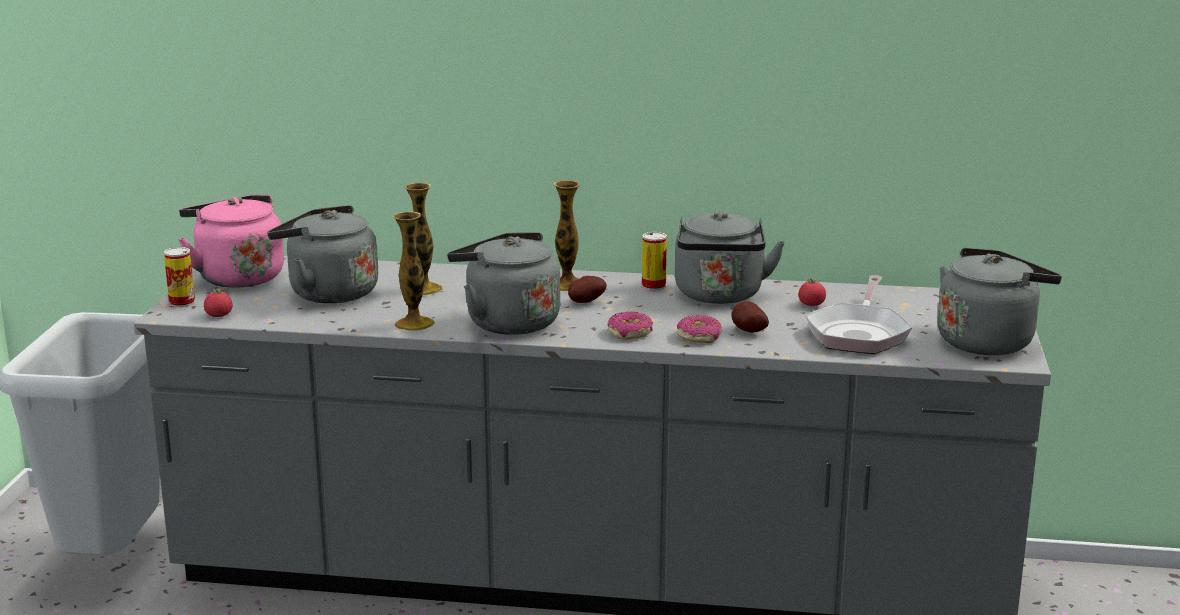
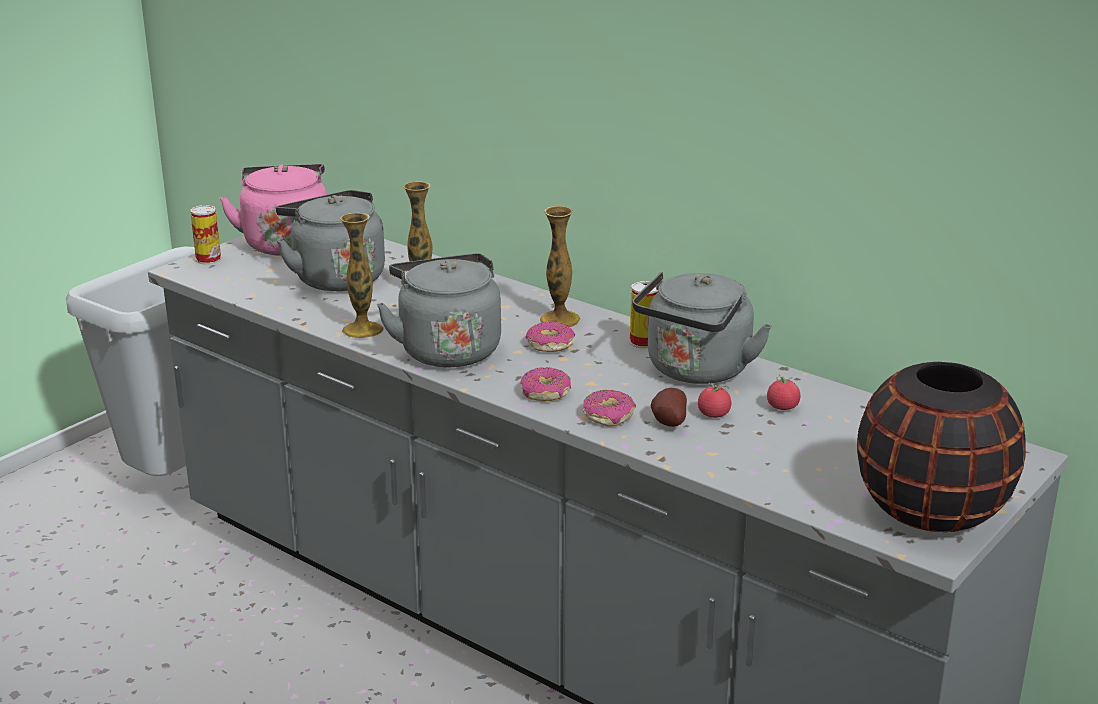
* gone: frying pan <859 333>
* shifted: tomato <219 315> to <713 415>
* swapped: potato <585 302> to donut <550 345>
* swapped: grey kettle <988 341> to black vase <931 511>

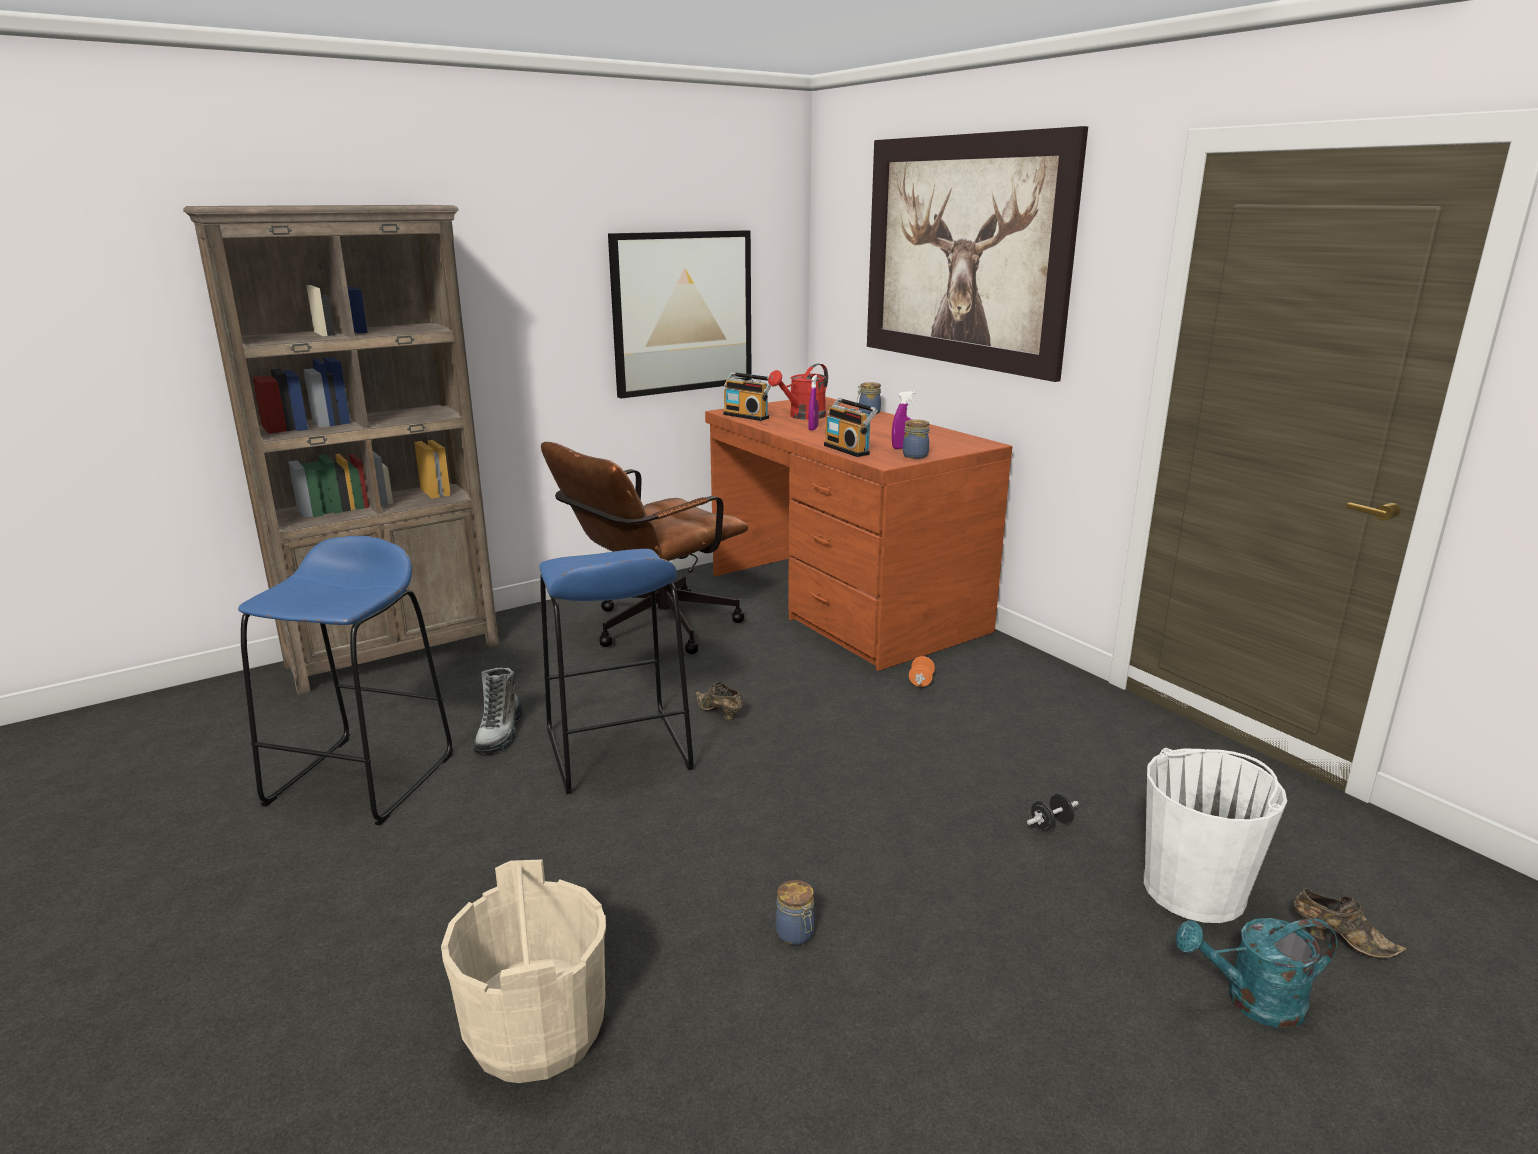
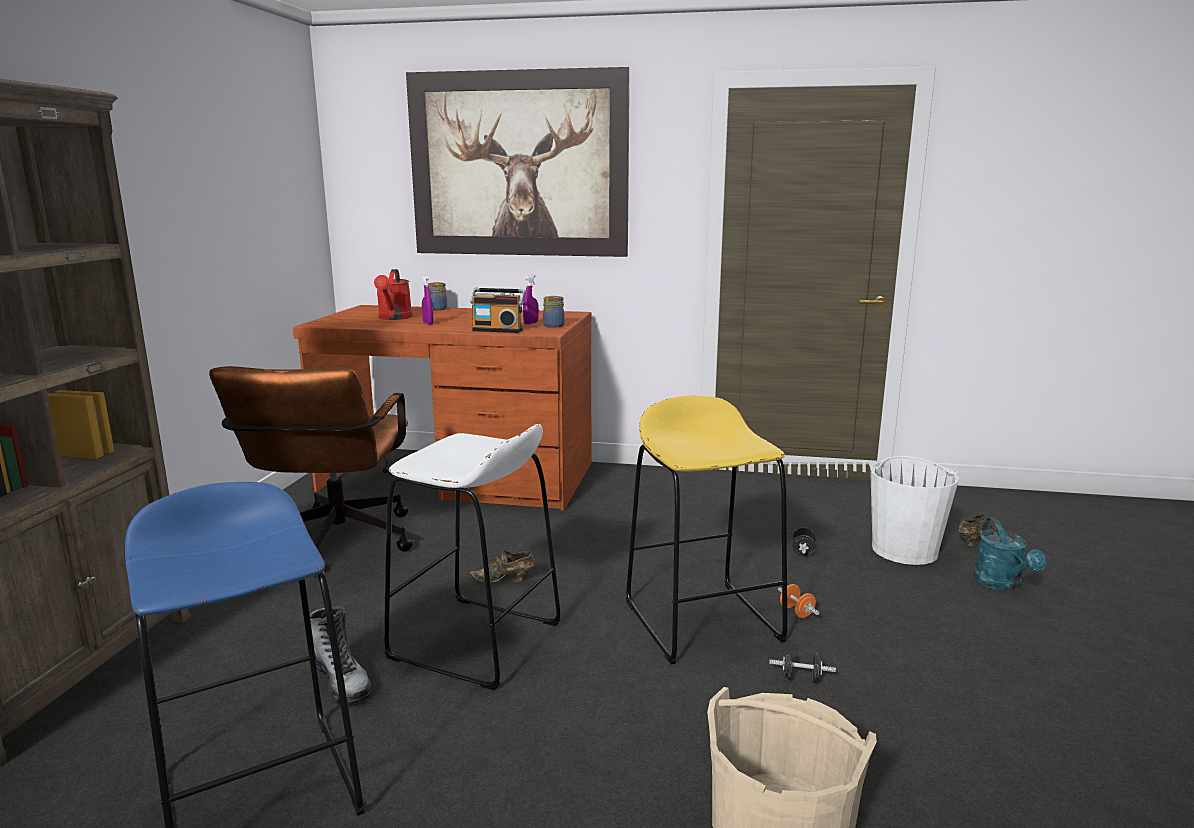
* gone: picture <682 312>
* gone: radio <747 416>
* new: yellow stool <702 621>
* shifted: orange dumbbell <921 682> to <796 612>
* swapped: jar <796 934> to black dumbbell <801 678>
* repainted: blue stool <617 751> to white stool <476 641>
* rotated: turquoise watering can <1252 1002> = <1002 585> 45 degrees counterclockwise

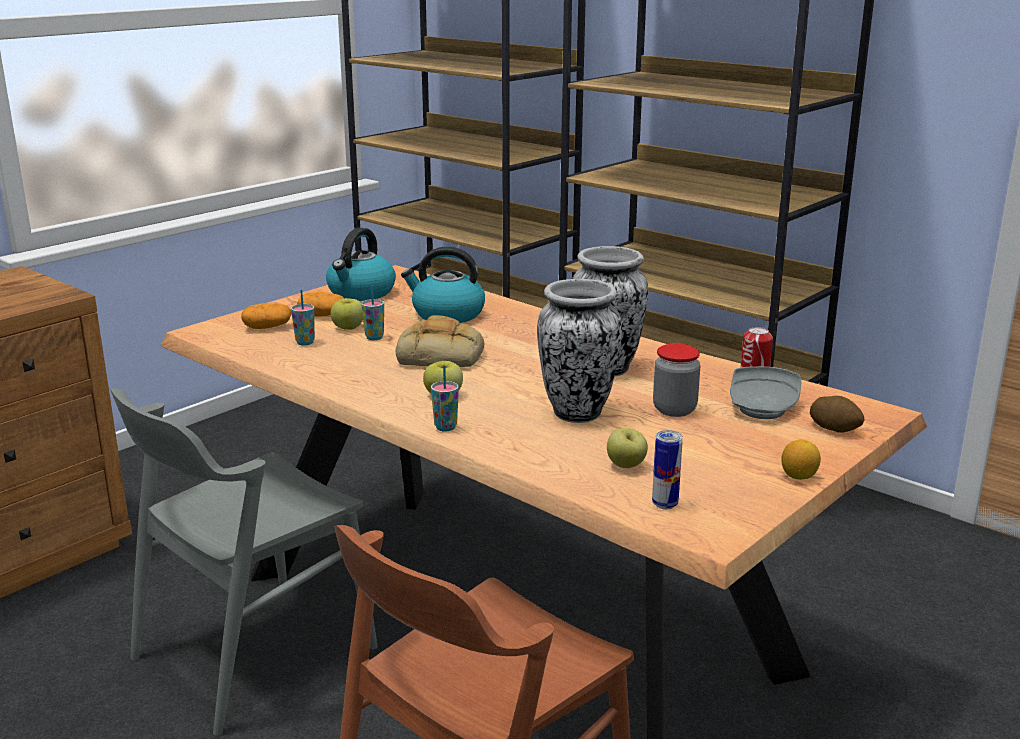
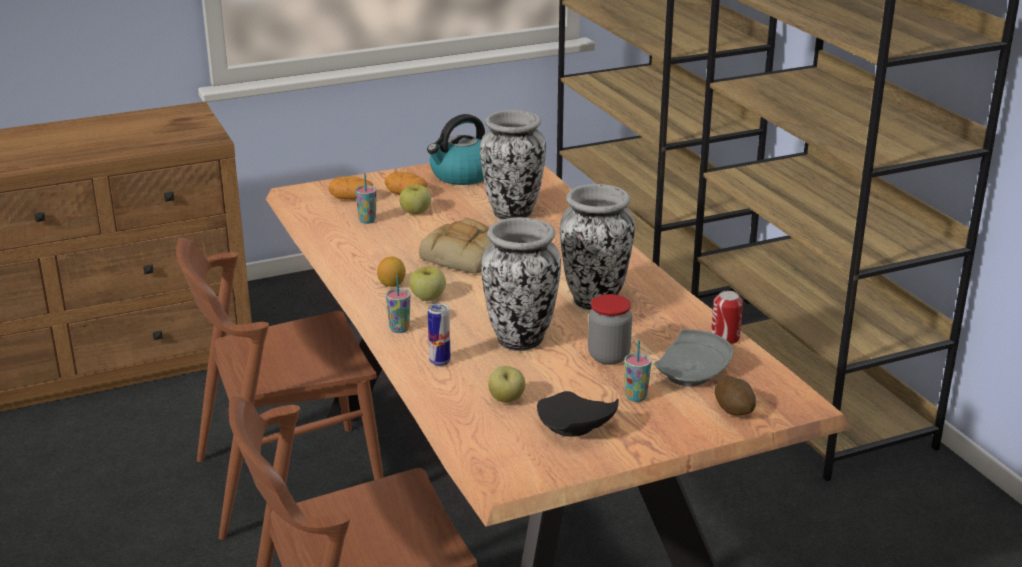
* new: black plate <575 428>
* shifted: cup <374 337> to <636 397>
* shifted: can <664 504> to <440 362>
* shifted: lemon <798 476> to <392 284>
* swapped: kettle <447 314> to vase <513 213>
* repainted: grey chair <253 652> to brown chair <288 480>

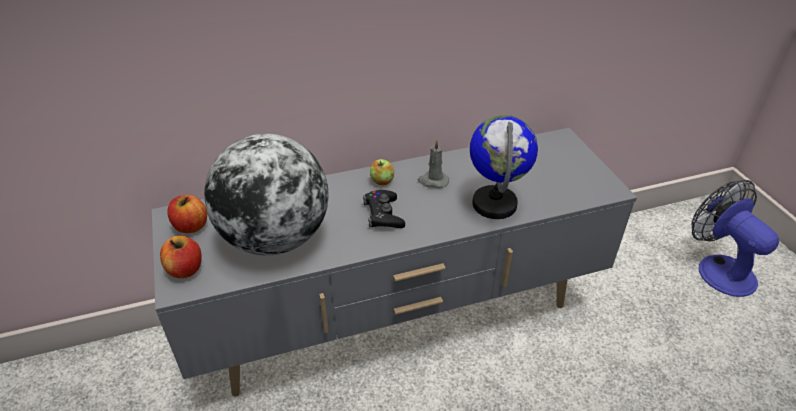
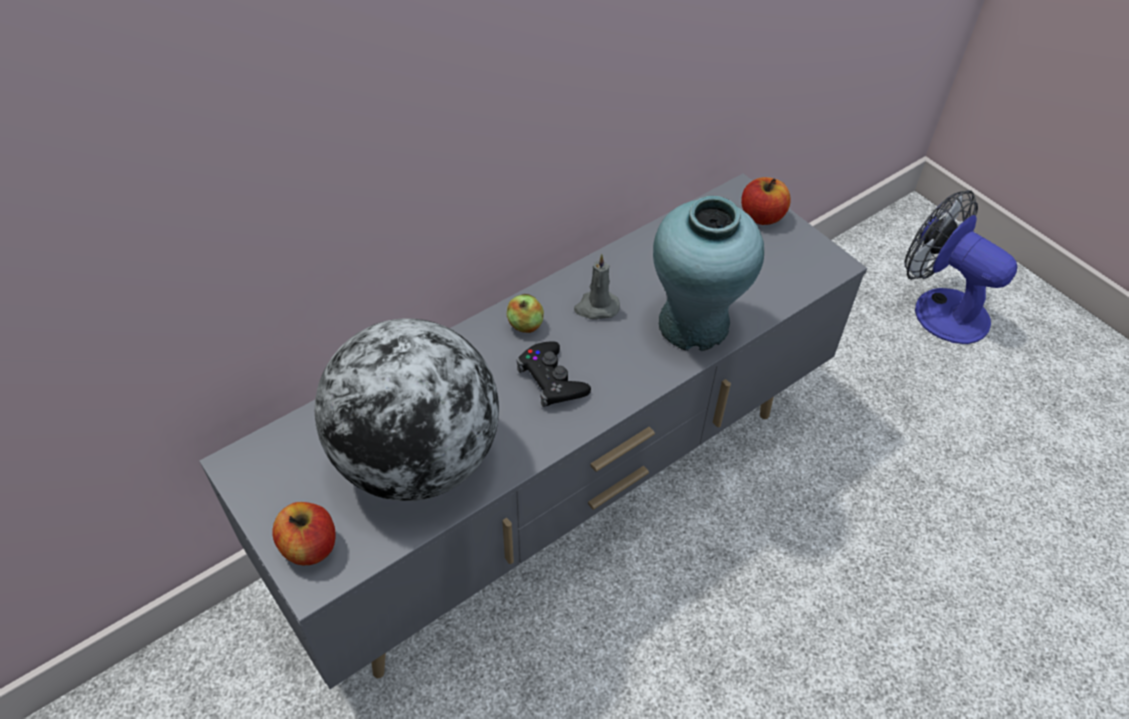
* shifted: apple <191 226> to <762 216>
* swapped: globe <495 204> to turquoise vase <694 324>

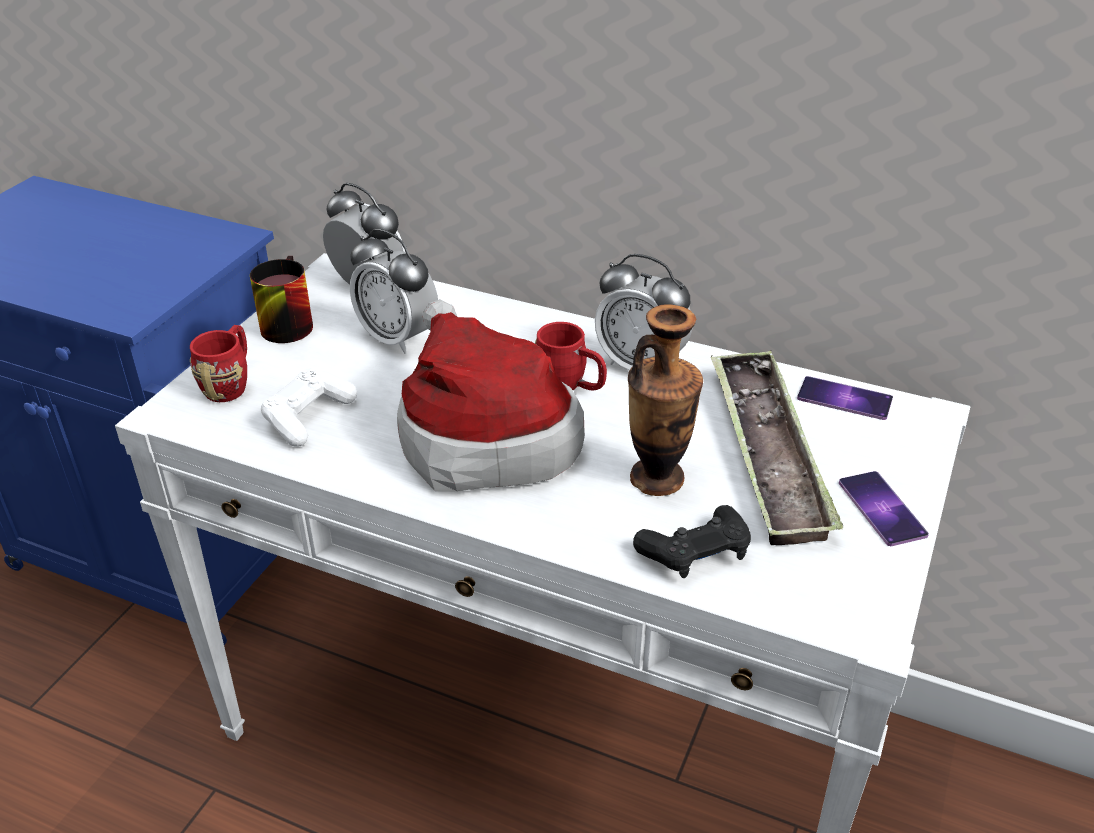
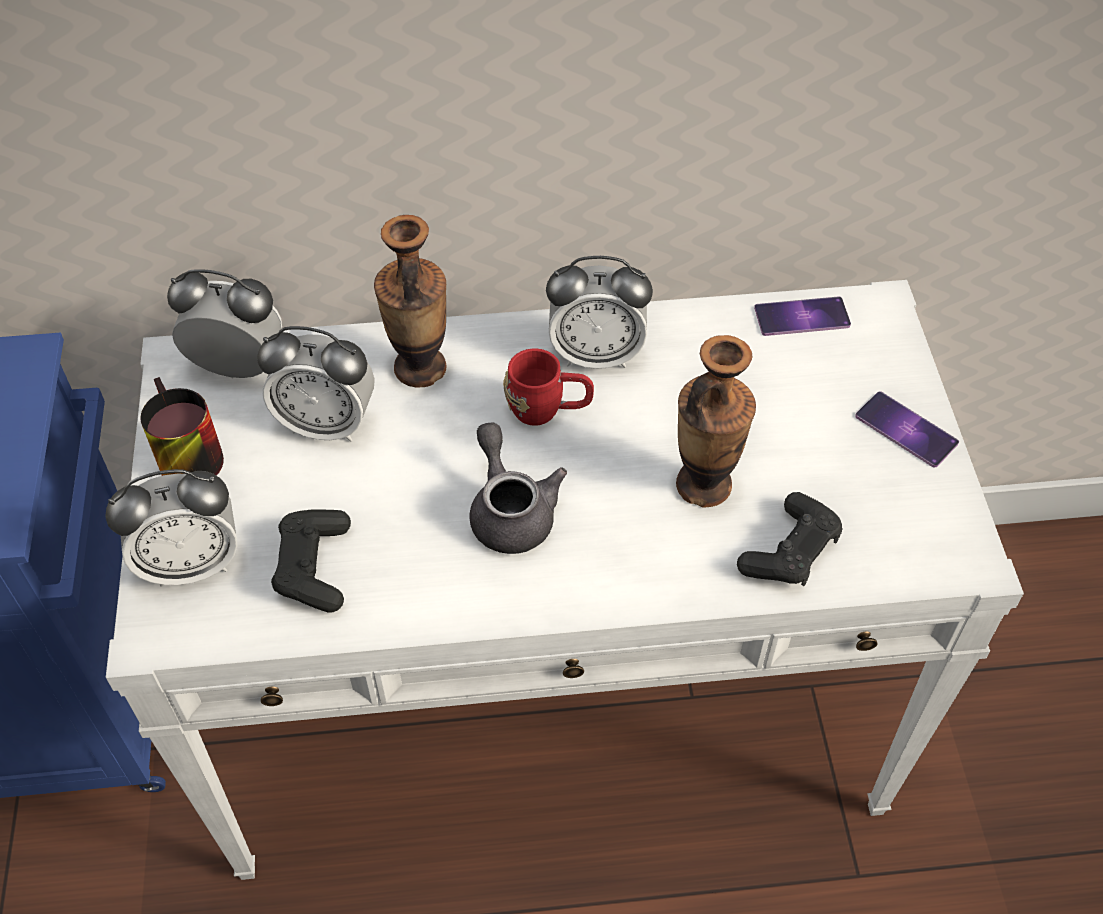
* gone: tray <767 453>
* new: vase <420 368>
* swapped: red mug <230 383> to alarm clock <191 563>
* swapped: hat <483 437> to grey teapot <510 510>
* repainted: white game controller <308 416> to black game controller <314 567>

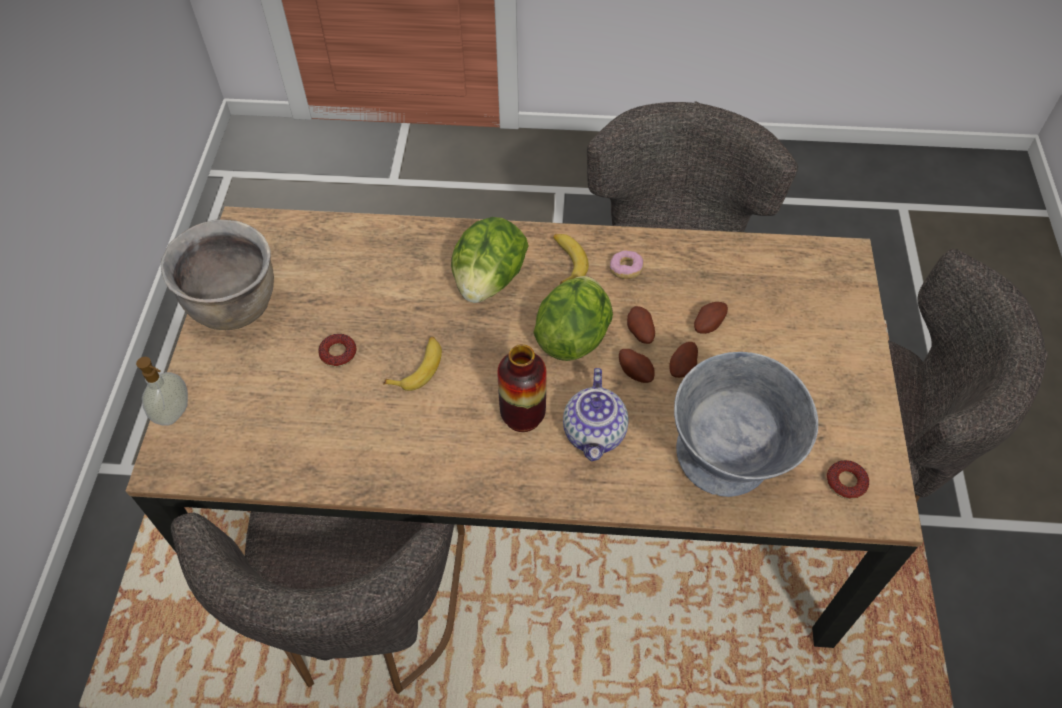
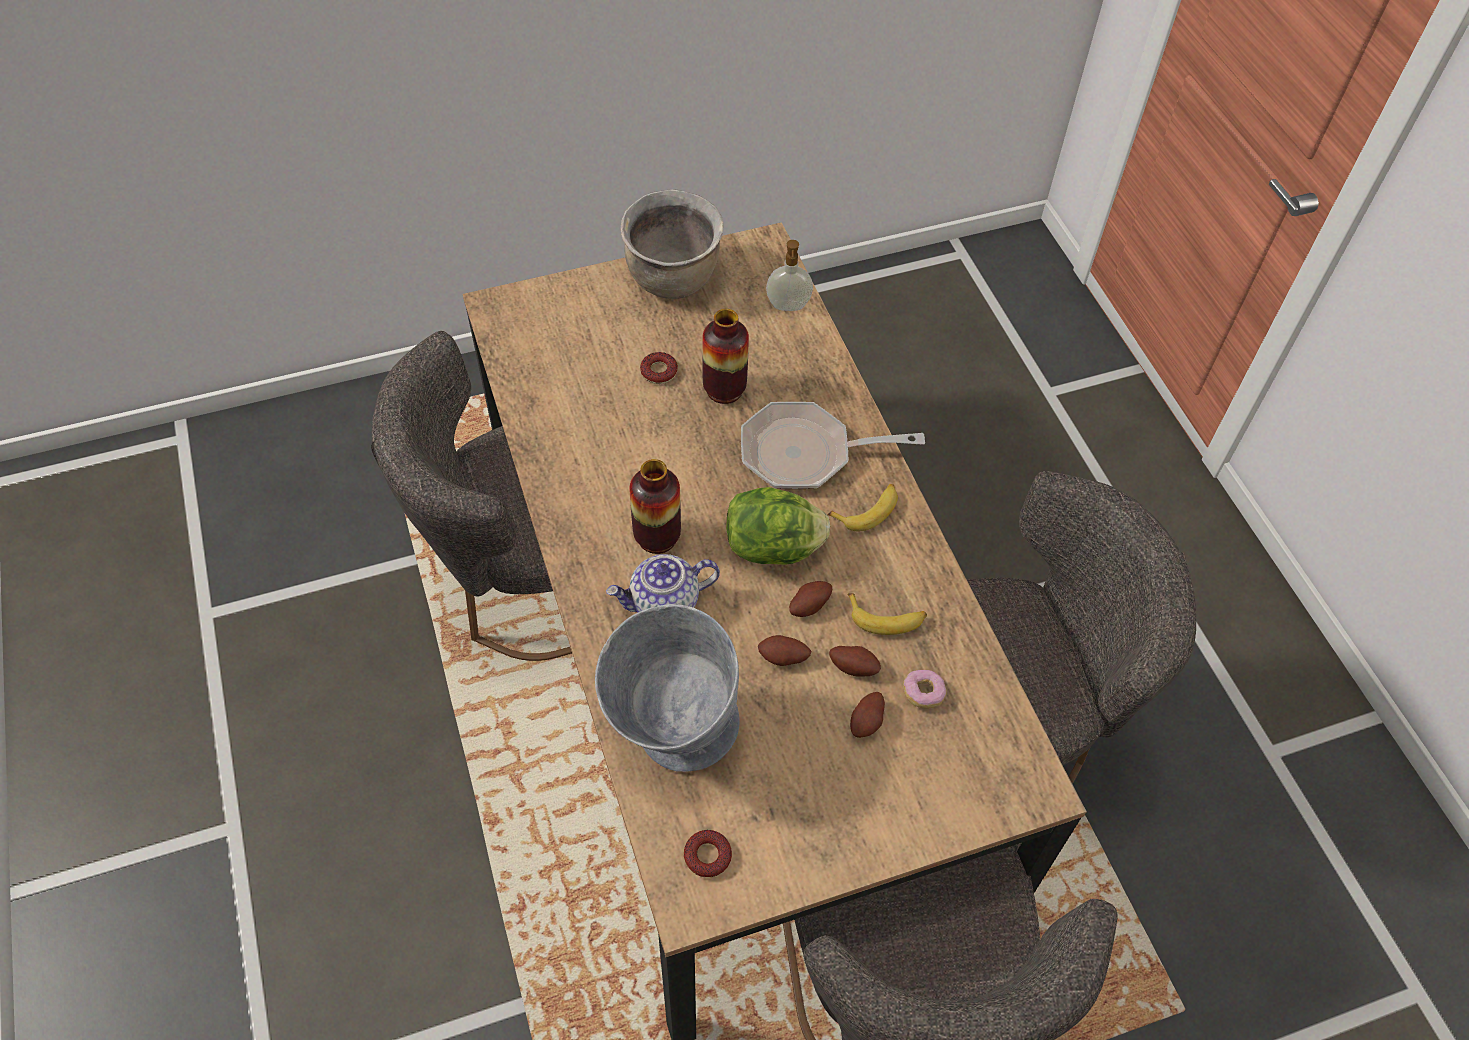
* new: vase <724 390>
* shifted: soap dispenser <175 413> to <788 306>
* shifted: banana <418 367> to <886 618>
* shifted: donut <626 270> to <923 693>
* shifted: potato <636 372> to <867 722>
* swapped: lettuce <489 281> to frying pan <805 453>

